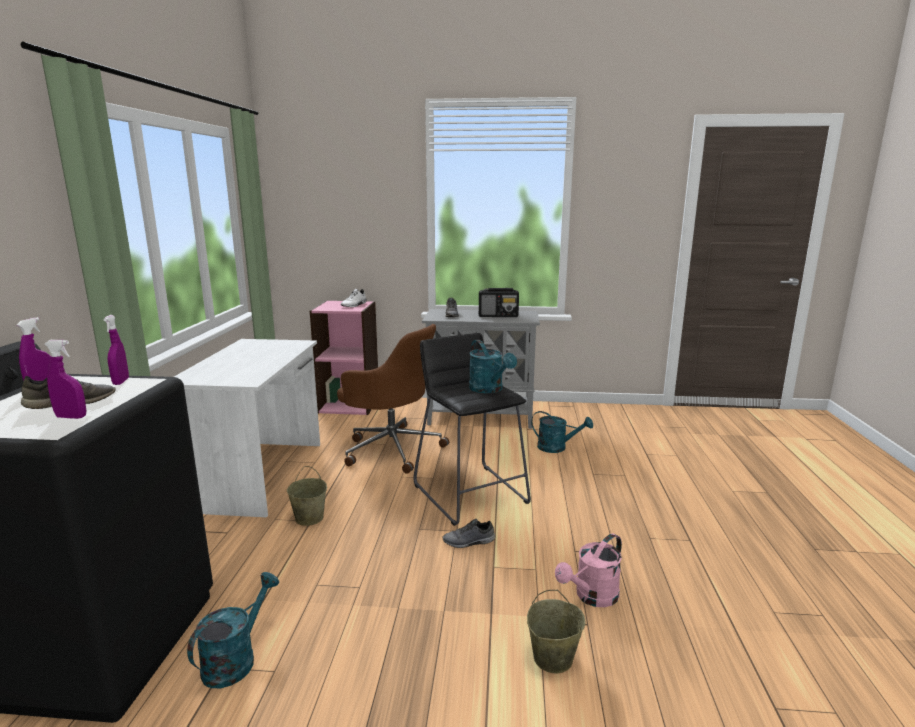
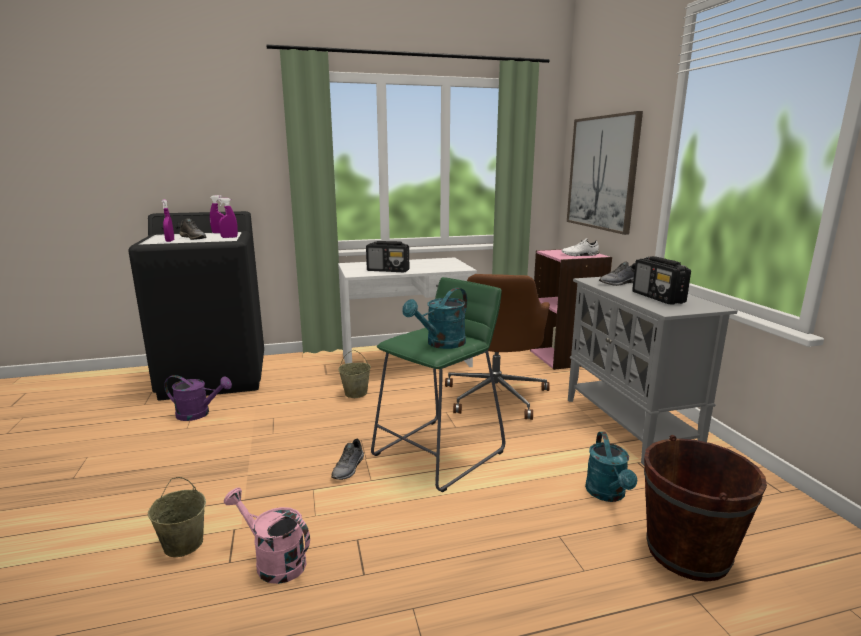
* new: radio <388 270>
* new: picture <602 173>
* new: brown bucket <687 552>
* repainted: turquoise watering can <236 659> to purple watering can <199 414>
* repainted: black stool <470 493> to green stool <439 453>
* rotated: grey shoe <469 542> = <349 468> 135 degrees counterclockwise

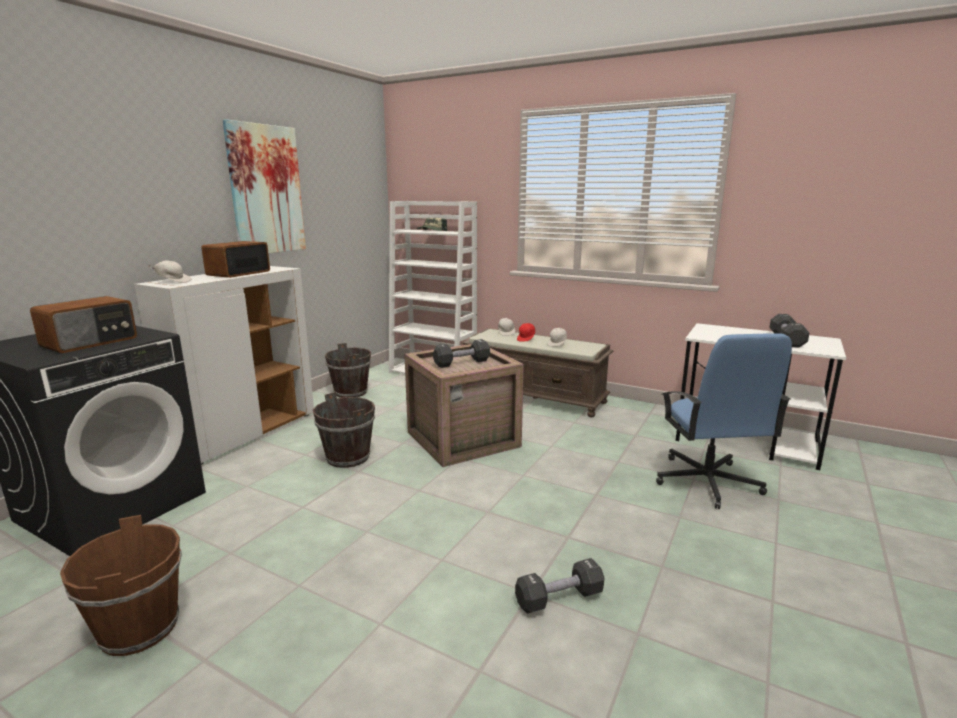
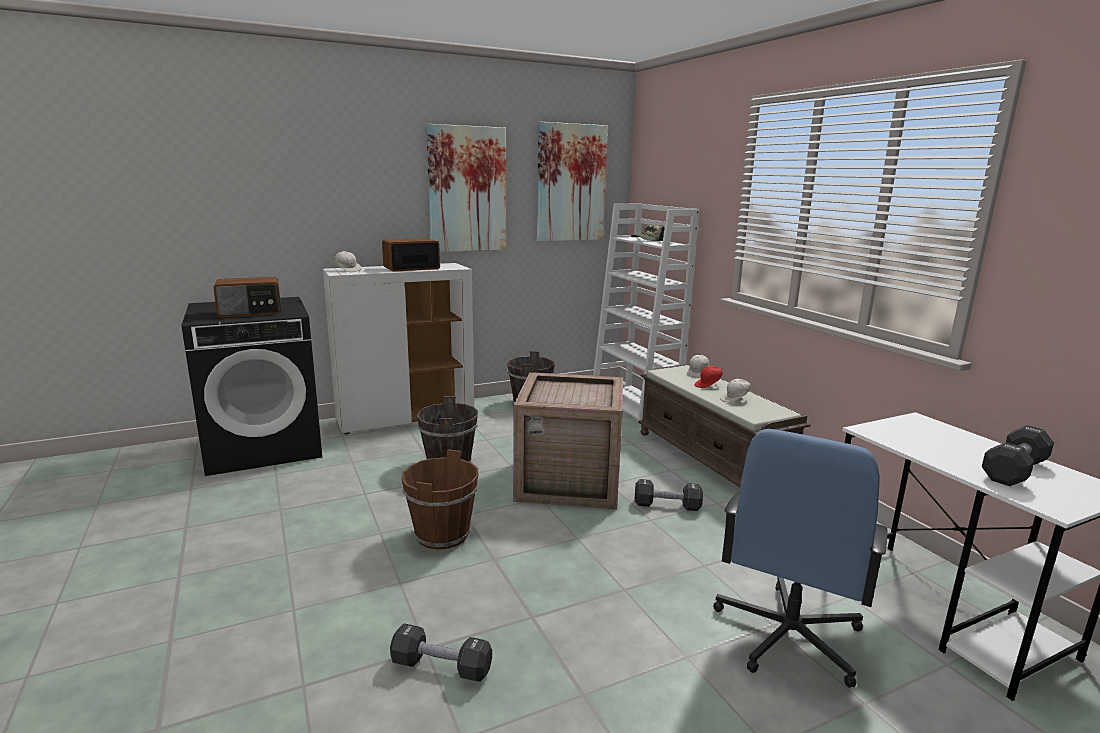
* new: picture <571 183>
* shifted: brown bucket <140 629> to <443 535>
* shifted: black dumbbell <461 363> to <667 505>

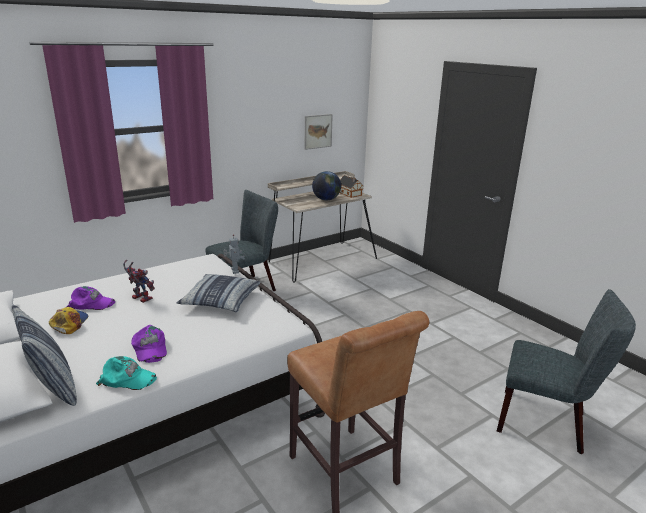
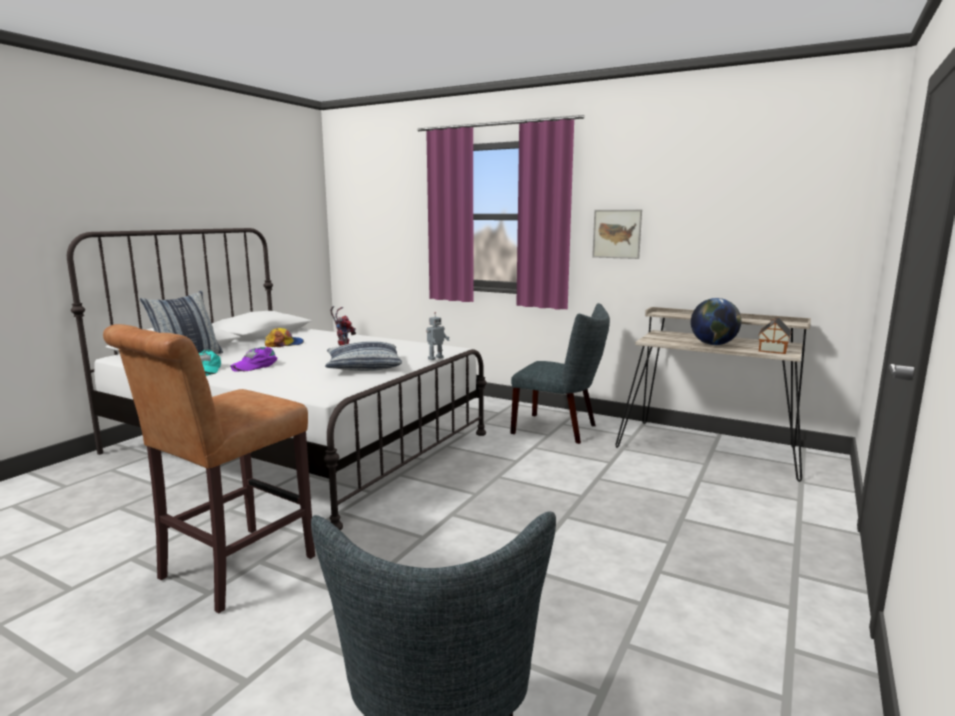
* gone: purple cap <91 304>
* shifted: picture <318 131> to <616 234>

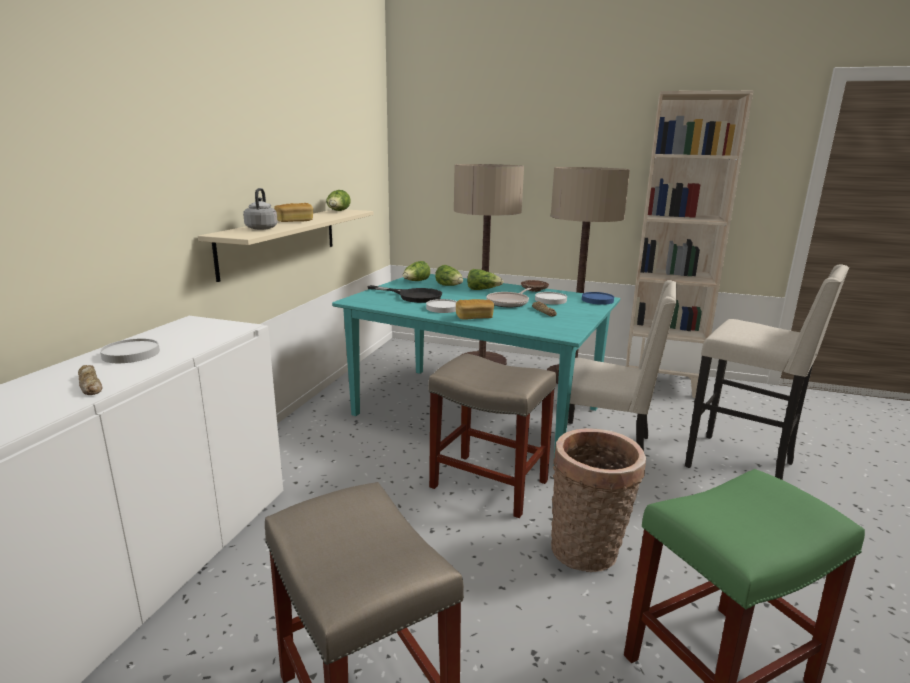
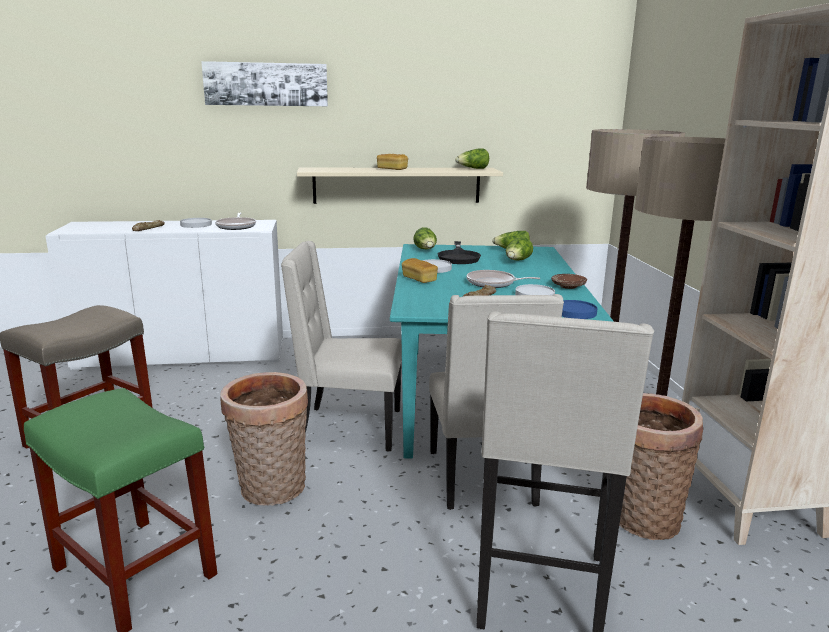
* gone: grey kettle <262 228>
* new: picture <266 84>
* new: frying pan <236 226>
* new: basket <639 517>
* shifted: lettuce <483 290> to <426 250>
* swapped: beige stool <487 484> to beige chair <348 427>

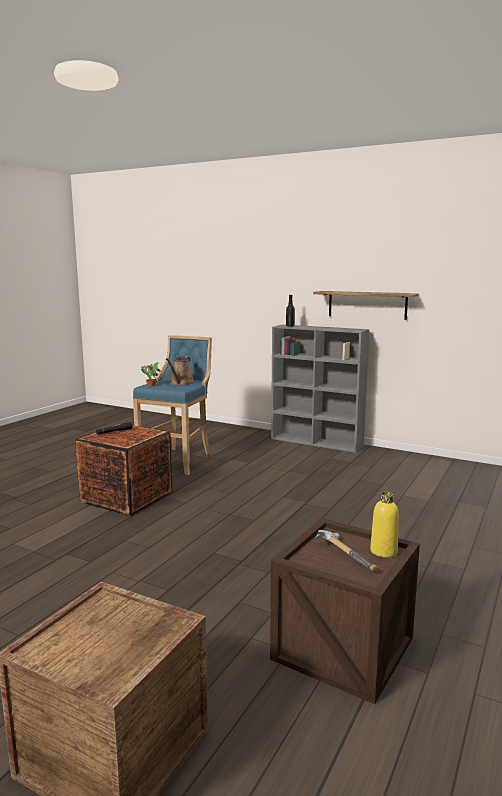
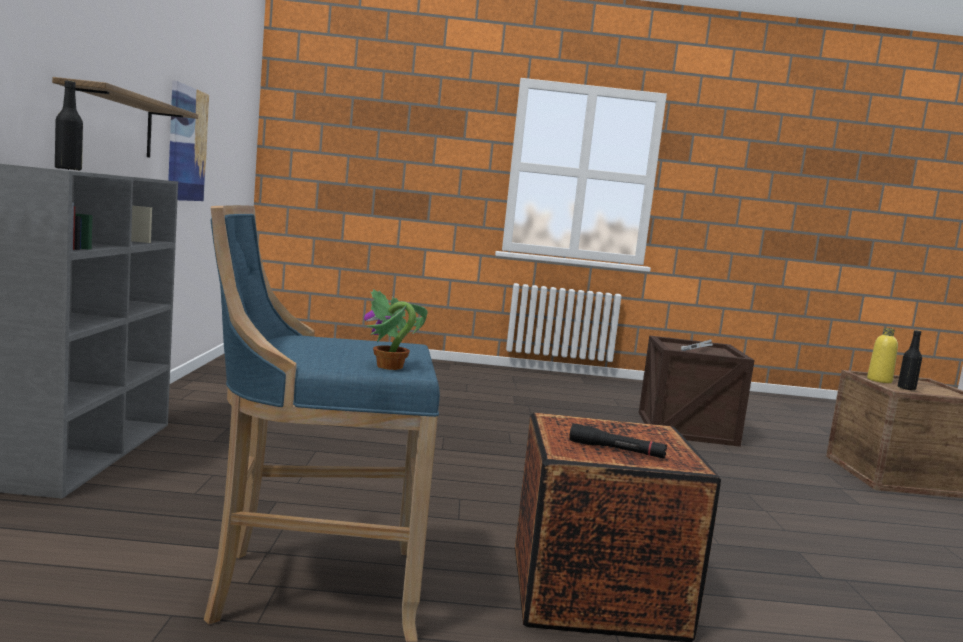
* gone: brown watering can <181 383>
* new: picture <186 144>
* new: black bottle <906 388>
* shifted: yellow bottle <383 551> to <879 380>

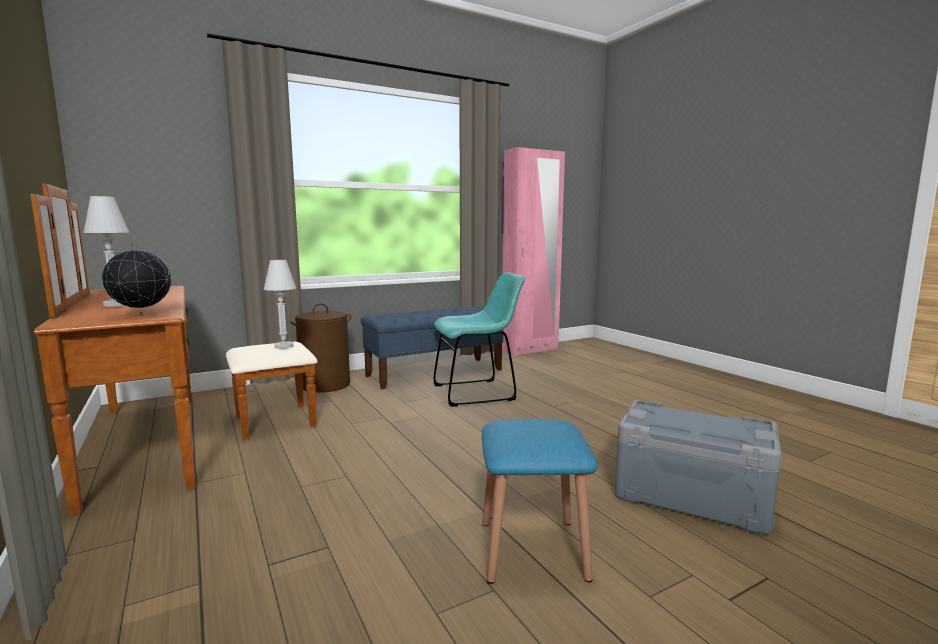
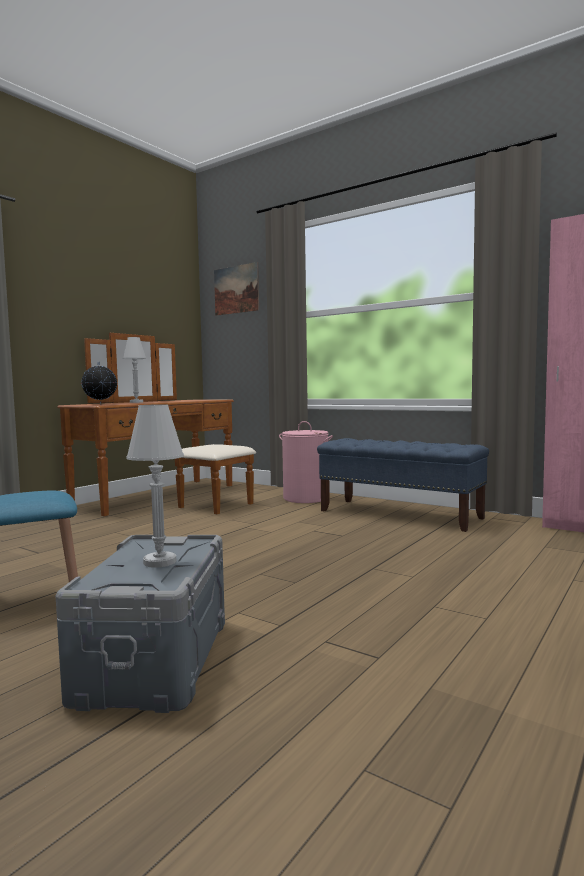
* gone: turquoise chair <478 392>
* new: picture <236 289>
* shifted: white table lamp <284 346> to <160 562>
* repainted: brown laundry basket <325 385> to pink laundry basket <306 498>

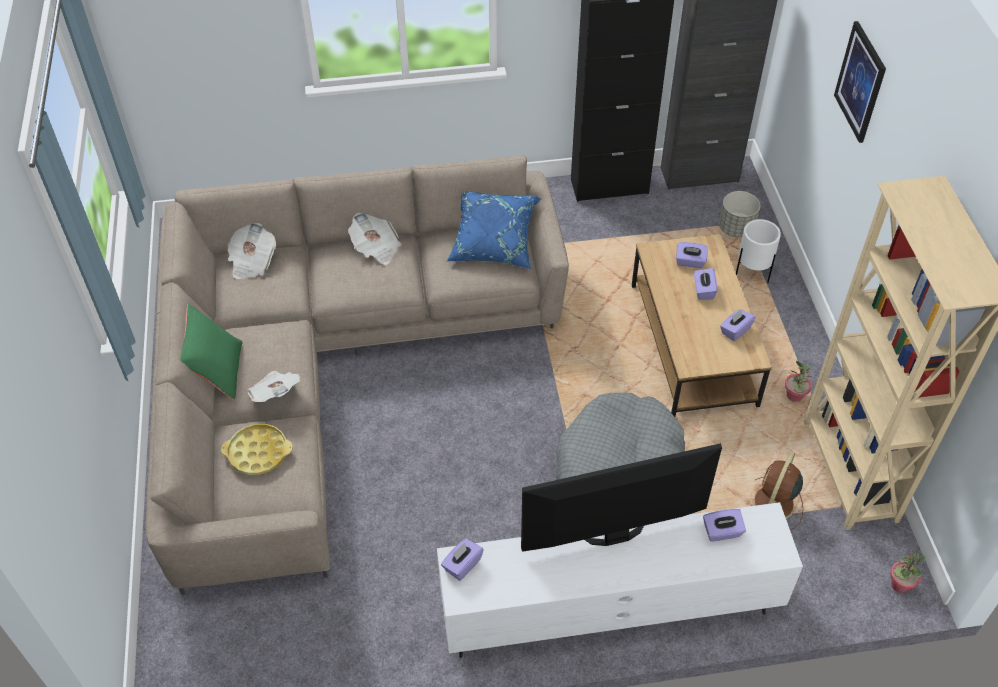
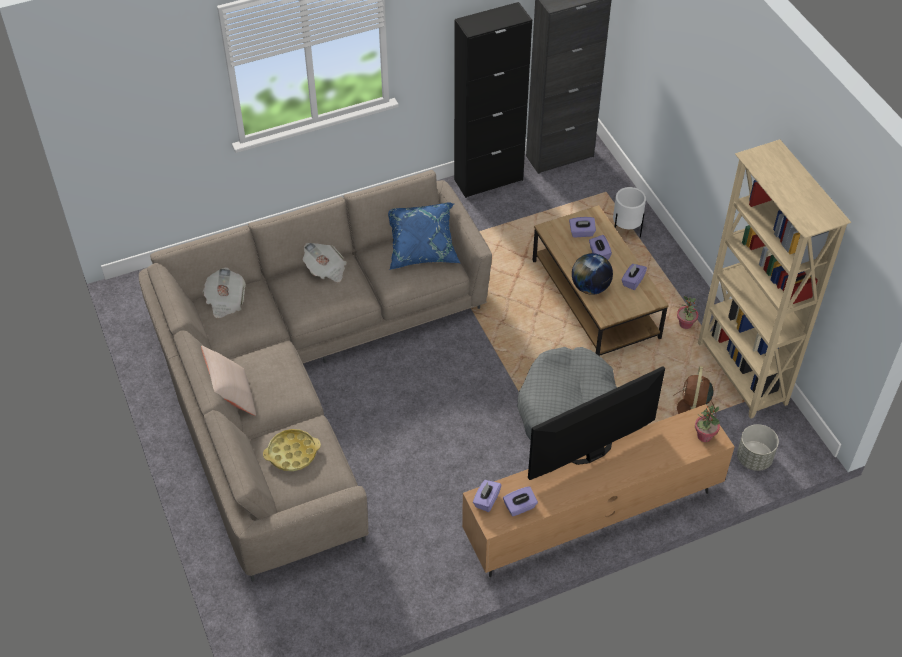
* gone: newspaper <275 394>
* gone: picture <860 82>
* new: globe <590 287>
* shifted: purple tissue box <722 532> to <520 507>
* shifted: grey planter <736 229> to <754 459>
* shifted: potted plant <899 585> to <704 436>
* repainted: green pillow <217 370> to beige pillow <231 396>
* repainted: white tv stand <610 610> to brown tv stand <592 516>

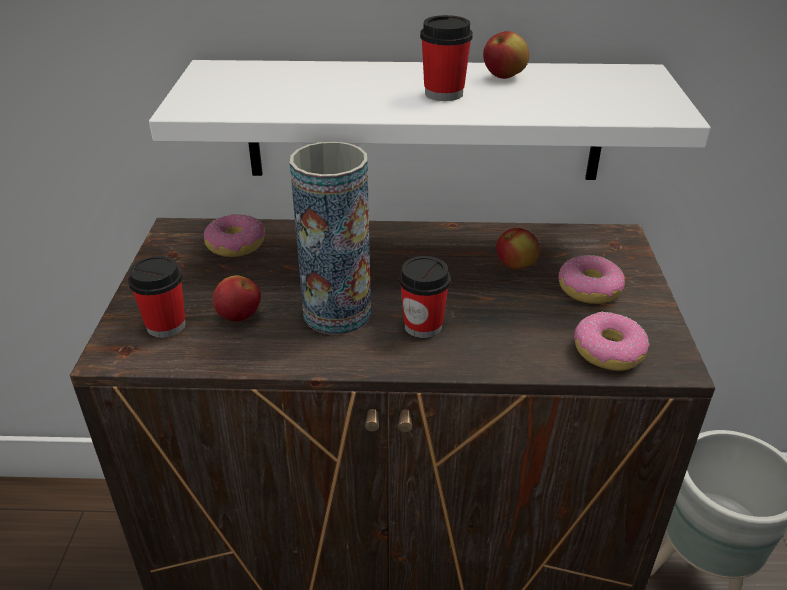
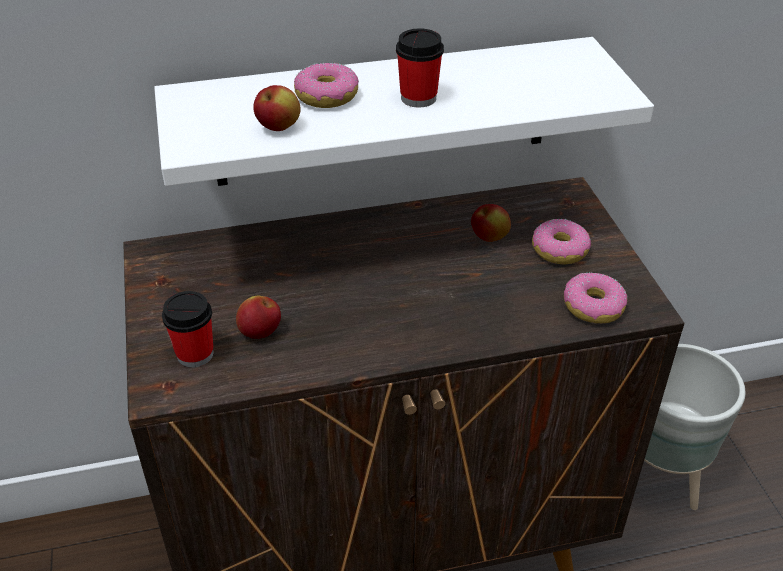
* gone: vase <337 313>
* gone: cup <423 326>
* shifted: donut <235 245> to <326 96>
* shifted: apple <504 77> to <279 128>

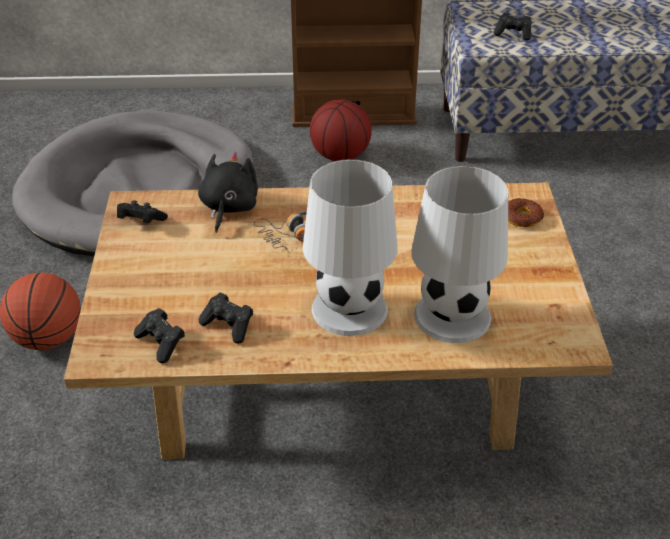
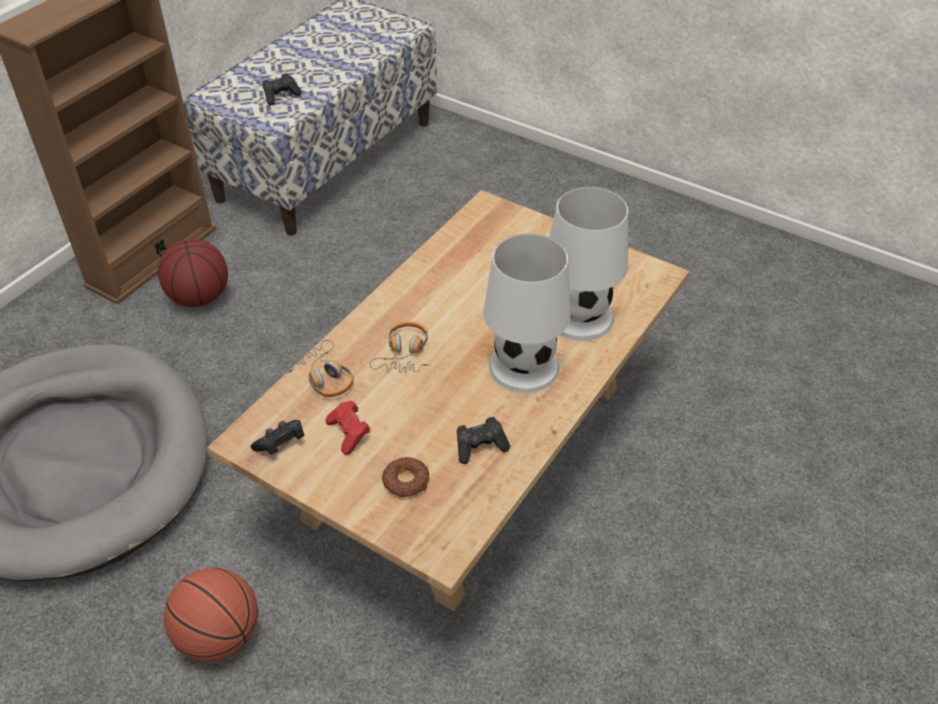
* gone: black game controller <161 343>
* new: red game controller <349 433>
* shifted: donut <522 217> to <406 481>
* swapped: black plush toy <228 208> to headphones <324 376>

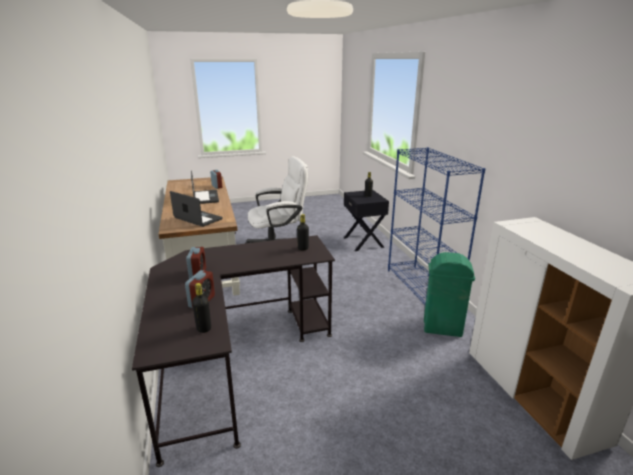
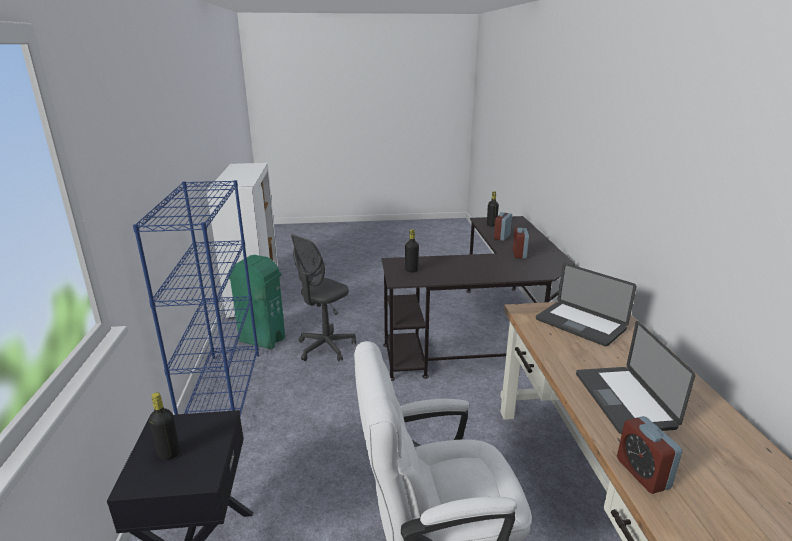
* new: grey office chair <326 347>

